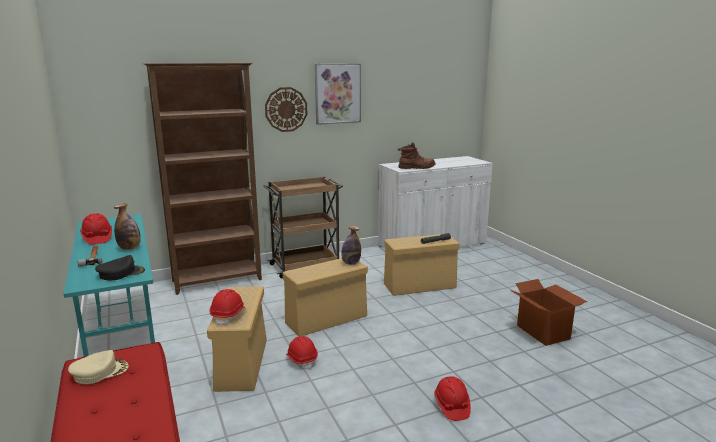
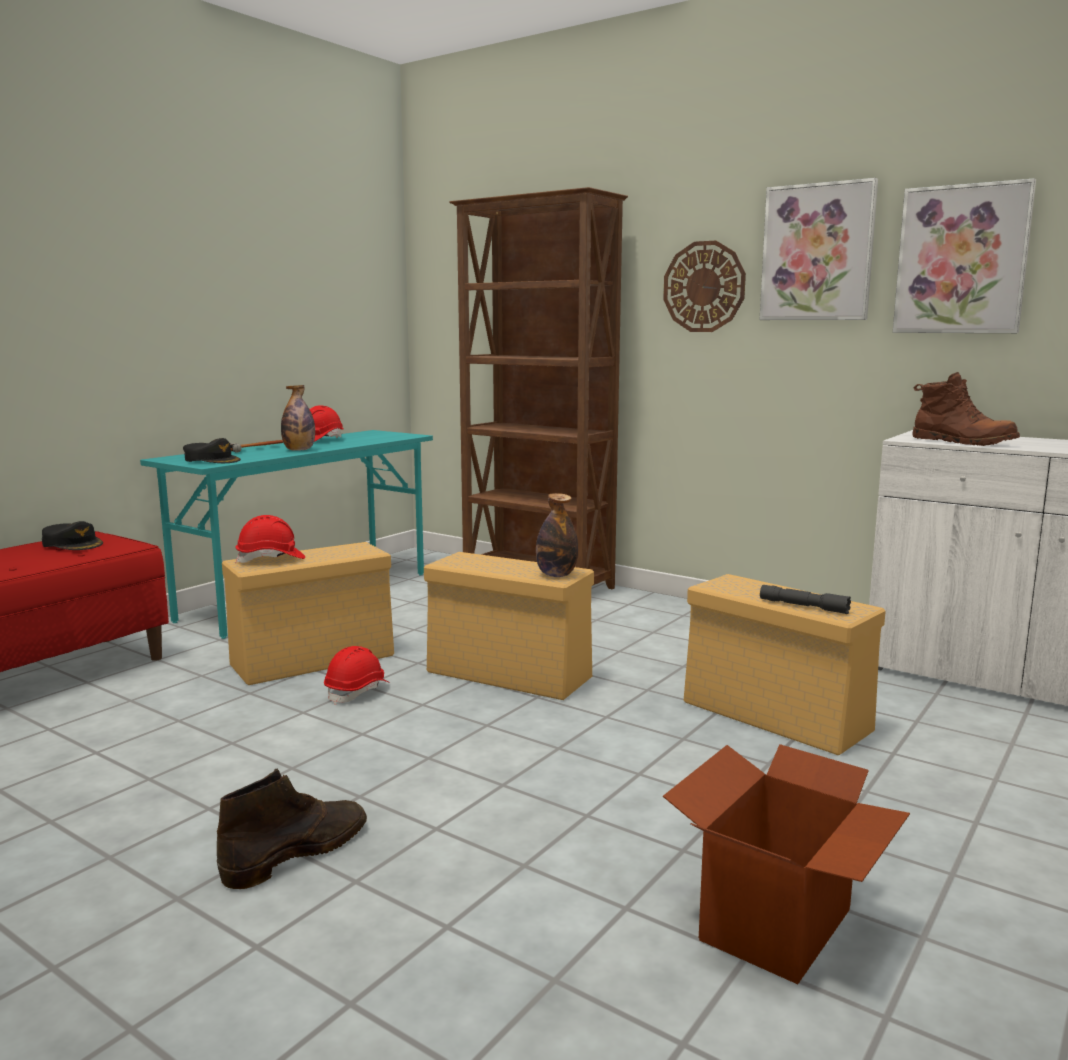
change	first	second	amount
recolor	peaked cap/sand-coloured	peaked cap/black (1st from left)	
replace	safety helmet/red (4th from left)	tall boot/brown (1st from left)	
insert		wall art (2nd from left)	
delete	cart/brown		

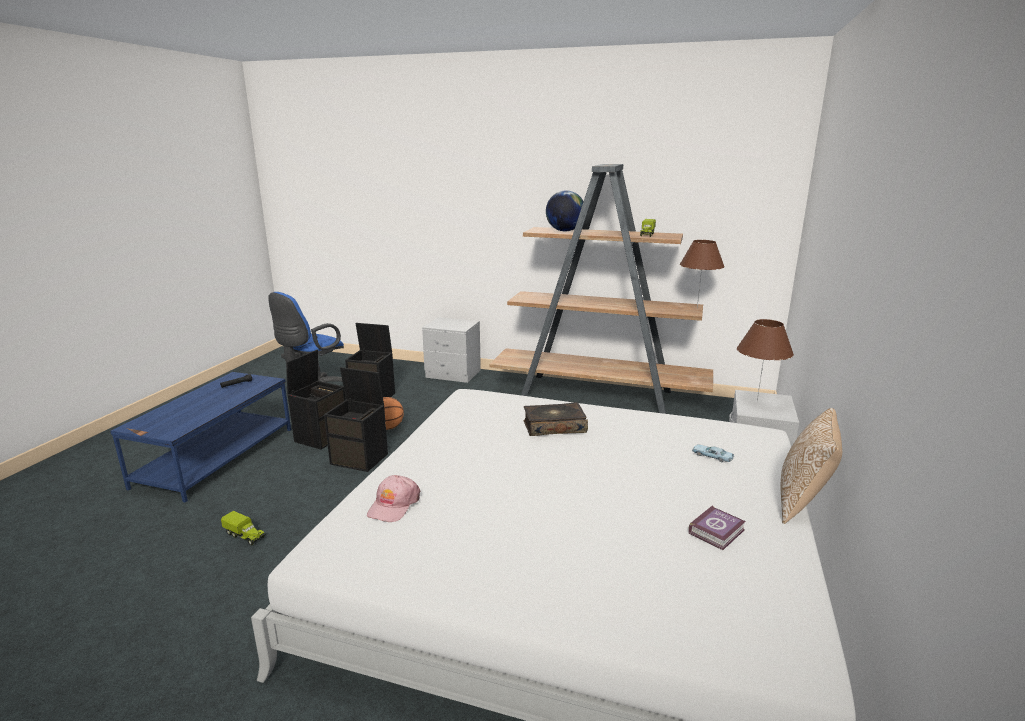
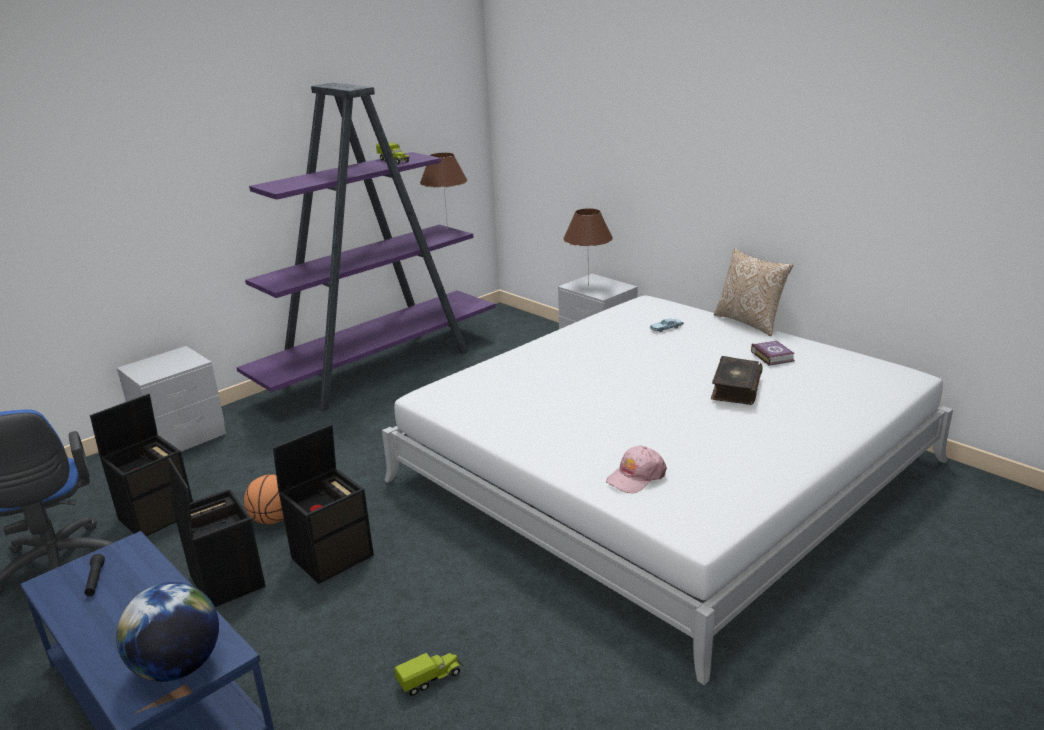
change	first	second	amount
move	globe		
recolor	shelving unit/brown	shelving unit/purple-coloured	
rotate	peaked cap/pinkish		90 degrees clockwise
move	volume (1st from left)		

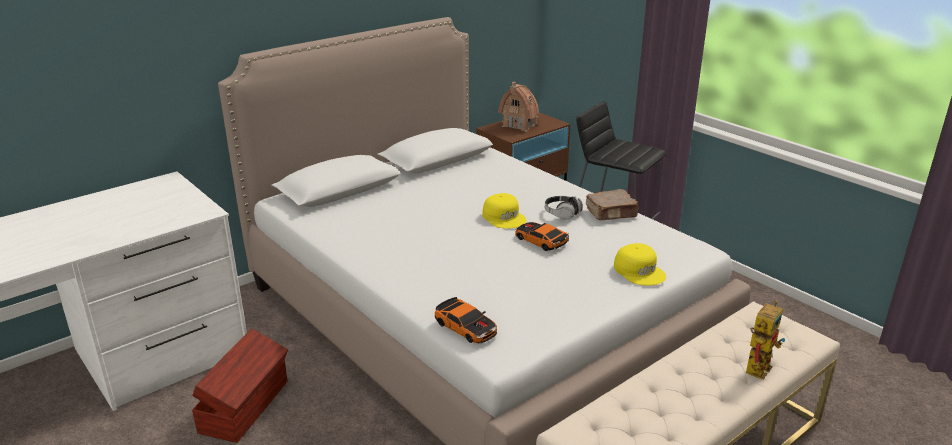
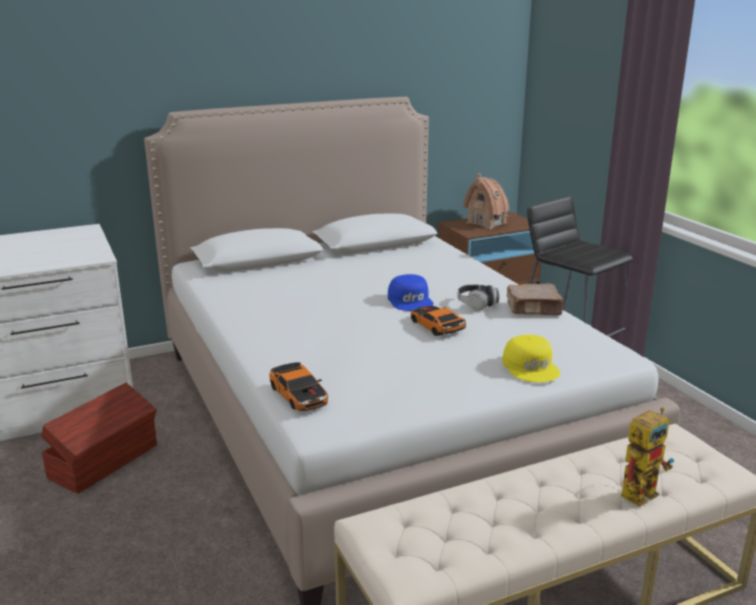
change	first	second	amount
recolor	peaked cap/yellow (1st from left)	peaked cap/blue-coloured	

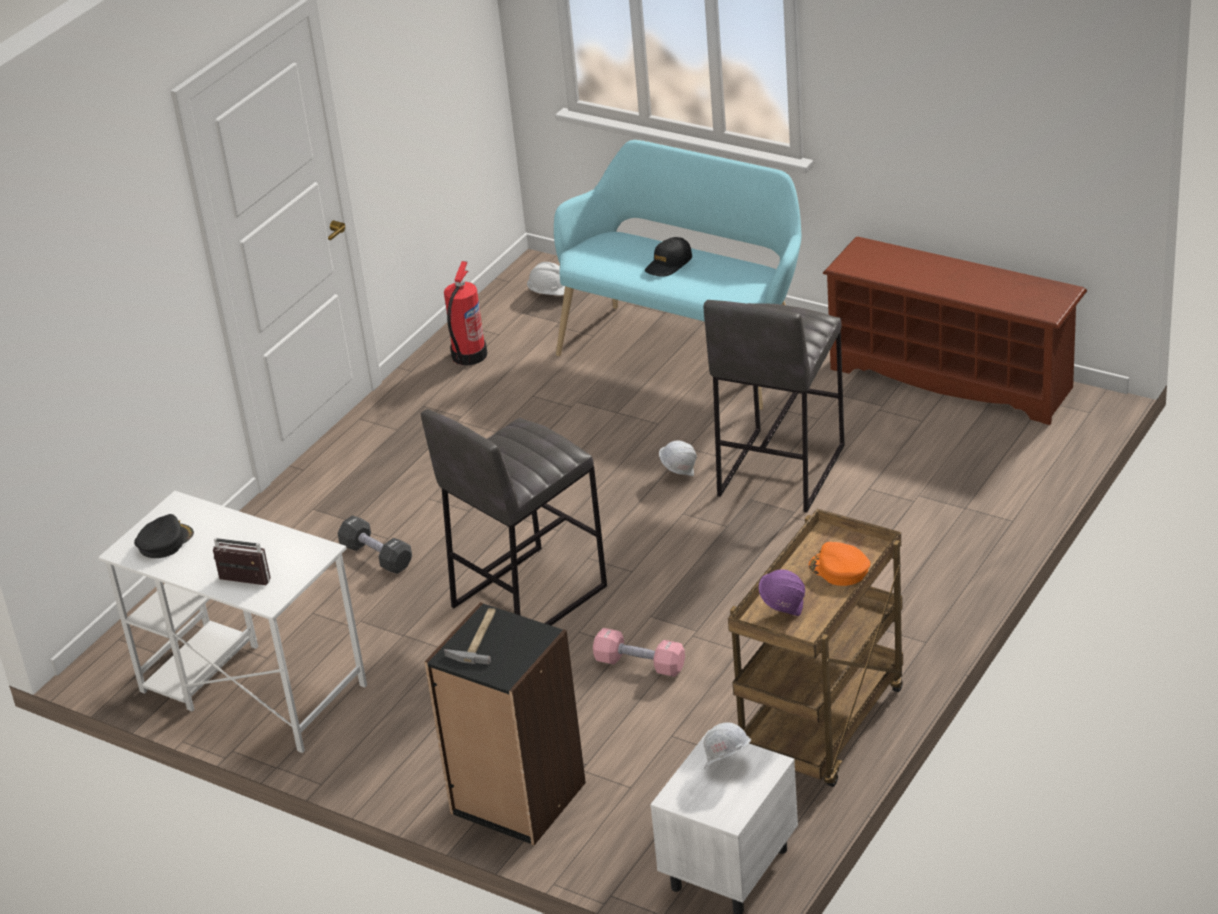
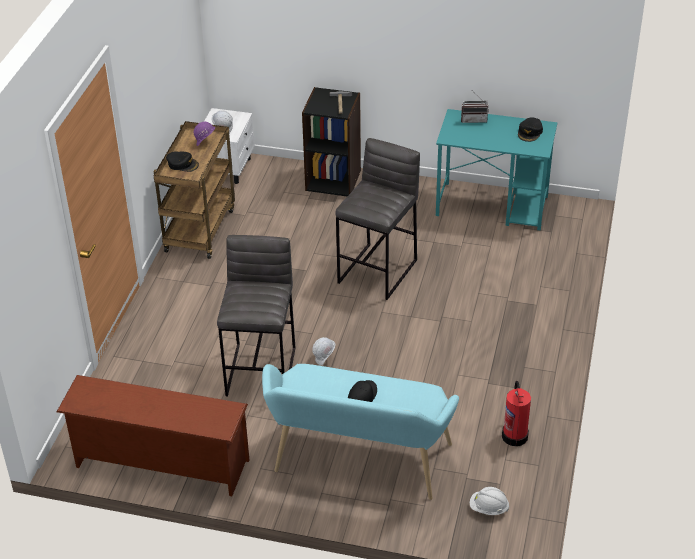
change	first	second	amount
recolor	peaked cap/orangey	peaked cap/black (1st from left)	
recolor	desk table/white	desk table/turquoise-coloured	
delete	dumbbell/black		
delete	dumbbell/pinkish		

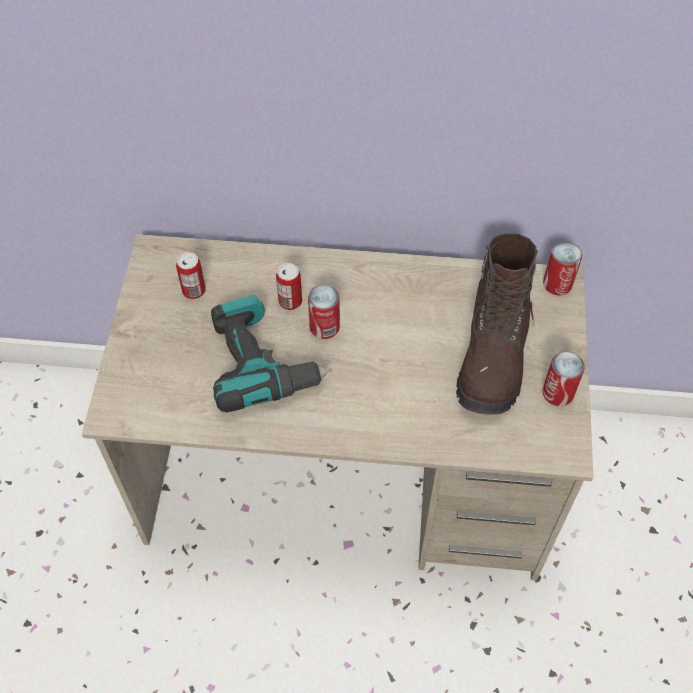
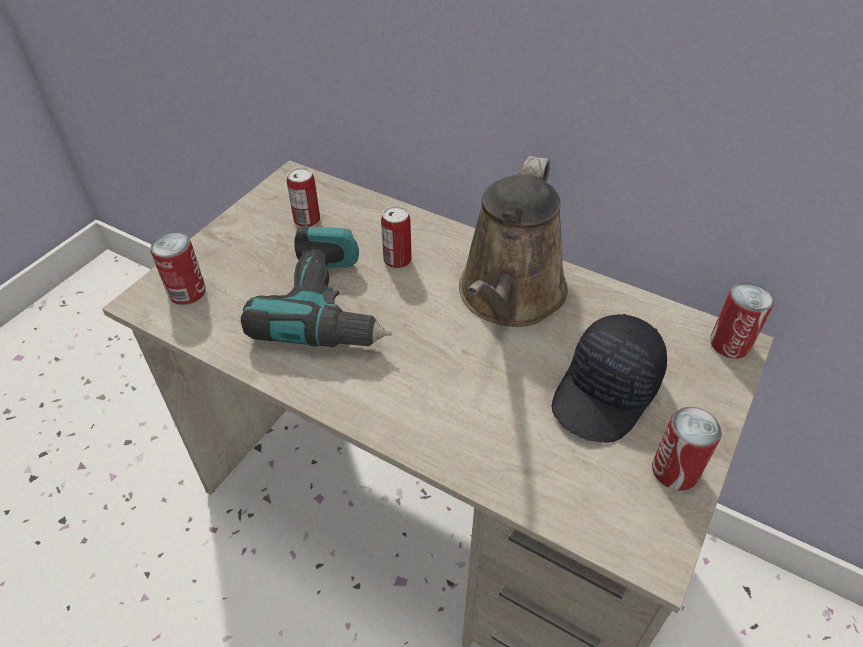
change	first	second	amount
move	can (3rd from left in the first image)	can (1st from left)	
insert		sprinkling can/brown	
replace	tall boot/brown	peaked cap/black	

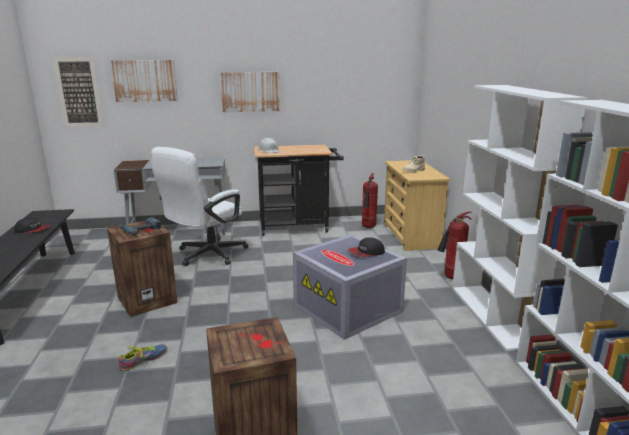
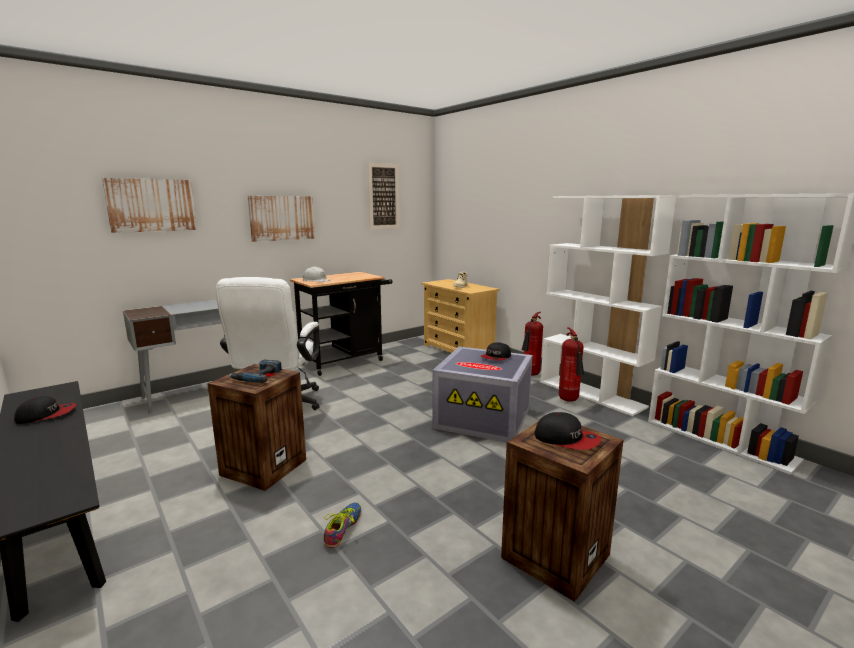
change	first	second	amount
move	wall art (1st from left in the first image)	wall art (3rd from left)	
insert		peaked cap (3rd from left)	
move	fire extinguisher (1st from left in the first image)	fire extinguisher (2nd from left)	

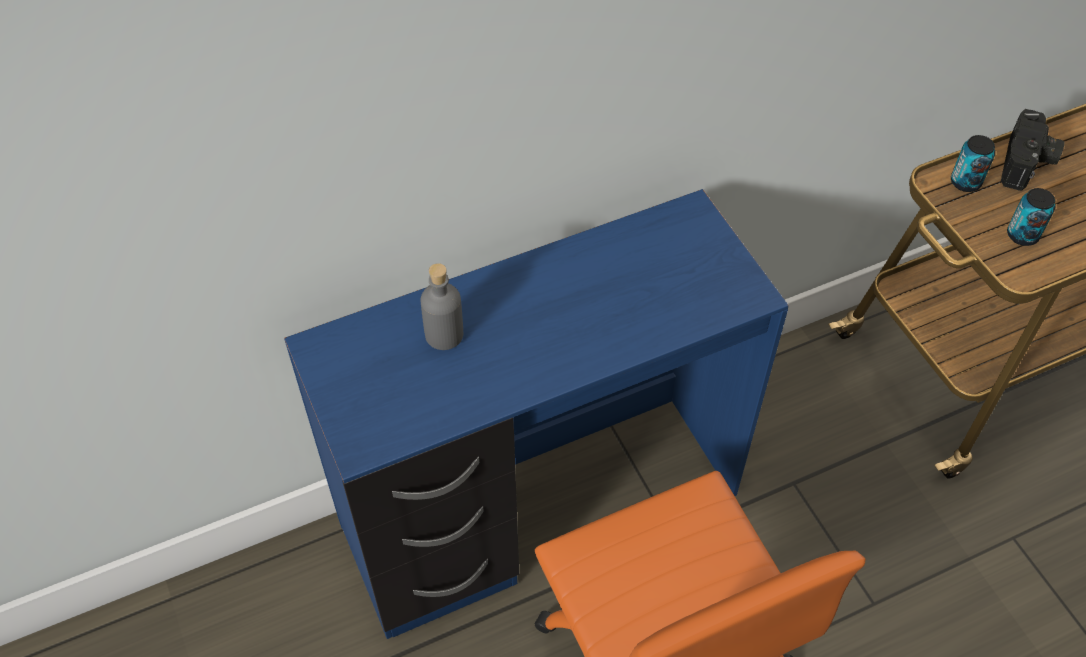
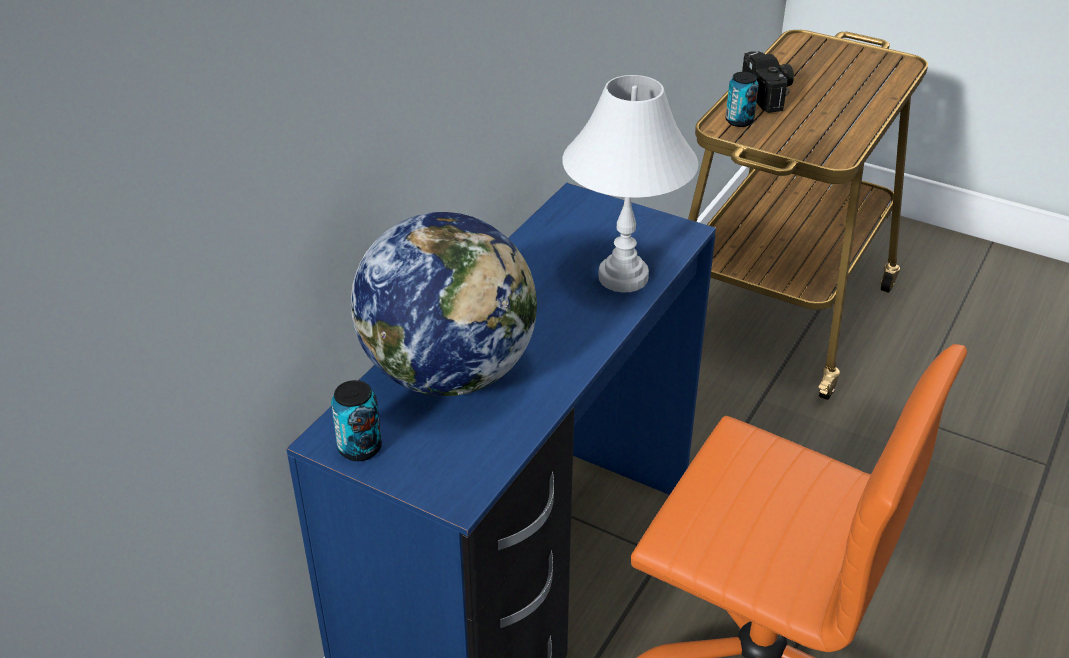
change	first	second	amount
move	can (2nd from left in the first image)	can (1st from left)	
replace	beverage bottle/greyish	globe	
insert		lamp for a table/white	

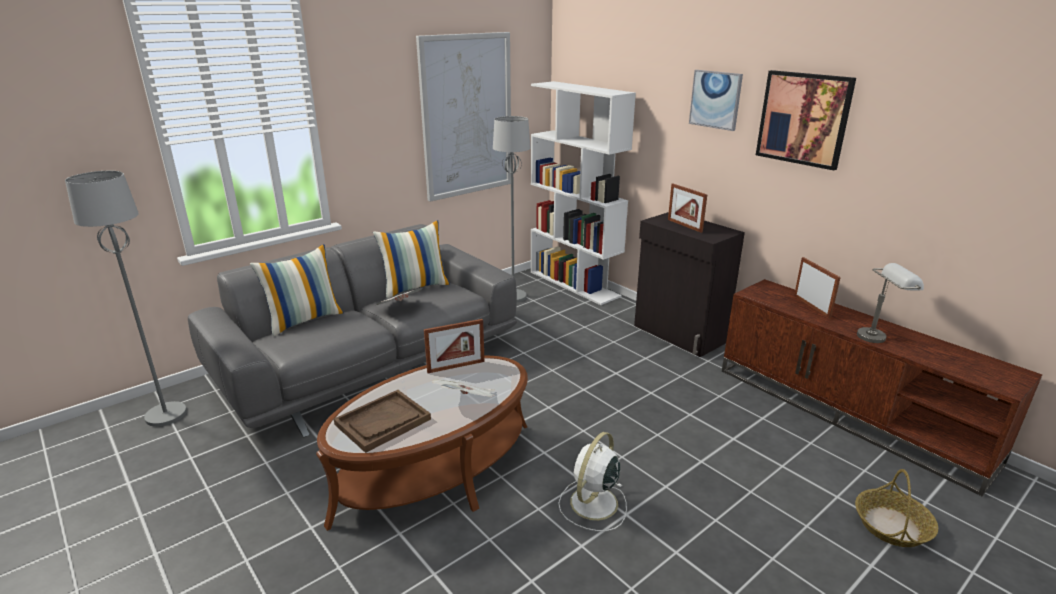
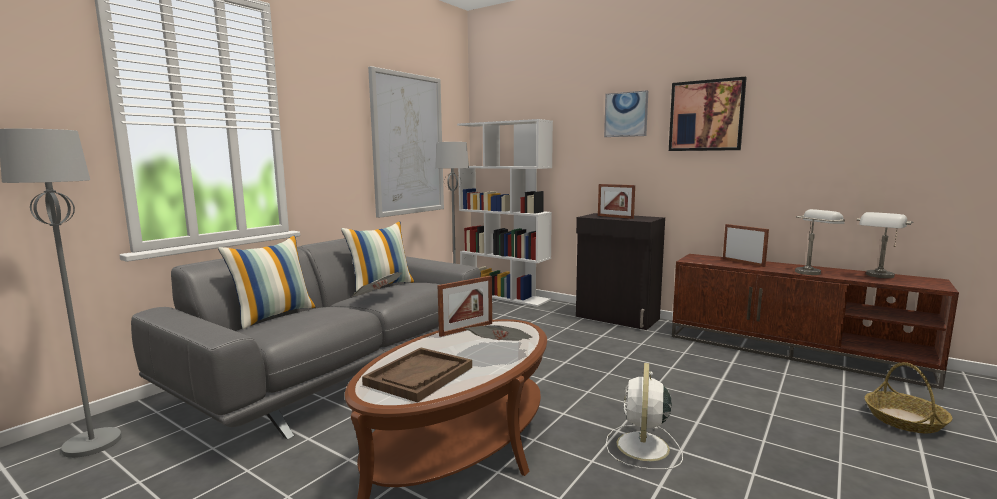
change	first	second	amount
insert		lamp for a table/greyish (2nd from left)	

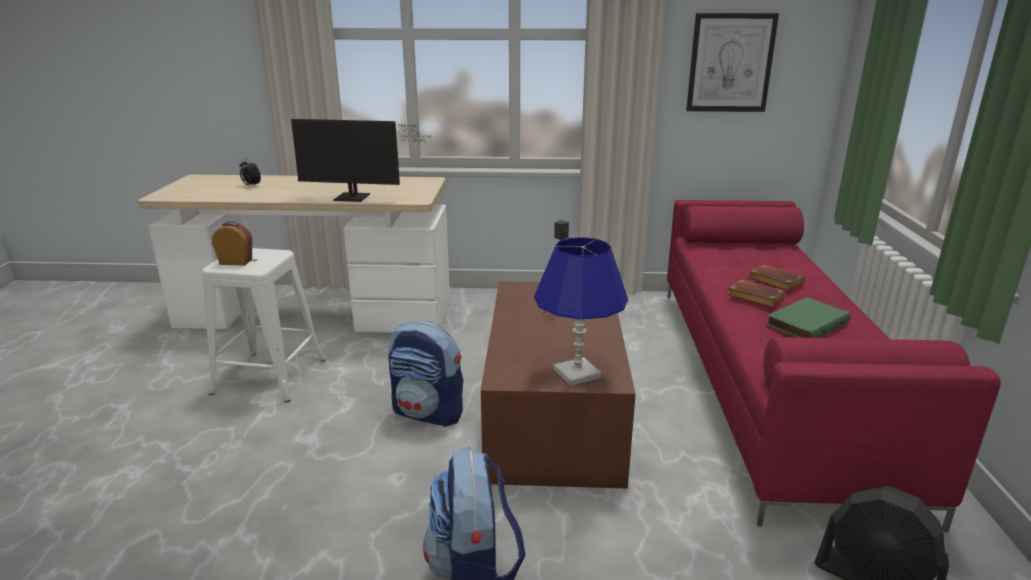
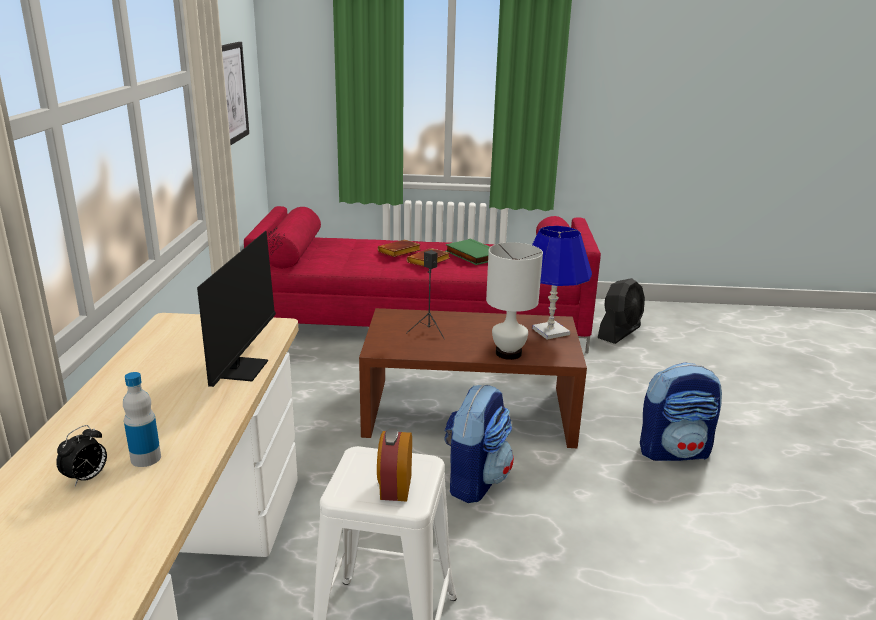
change	first	second	amount
insert		beverage bottle	
insert		lamp for a table/white	

